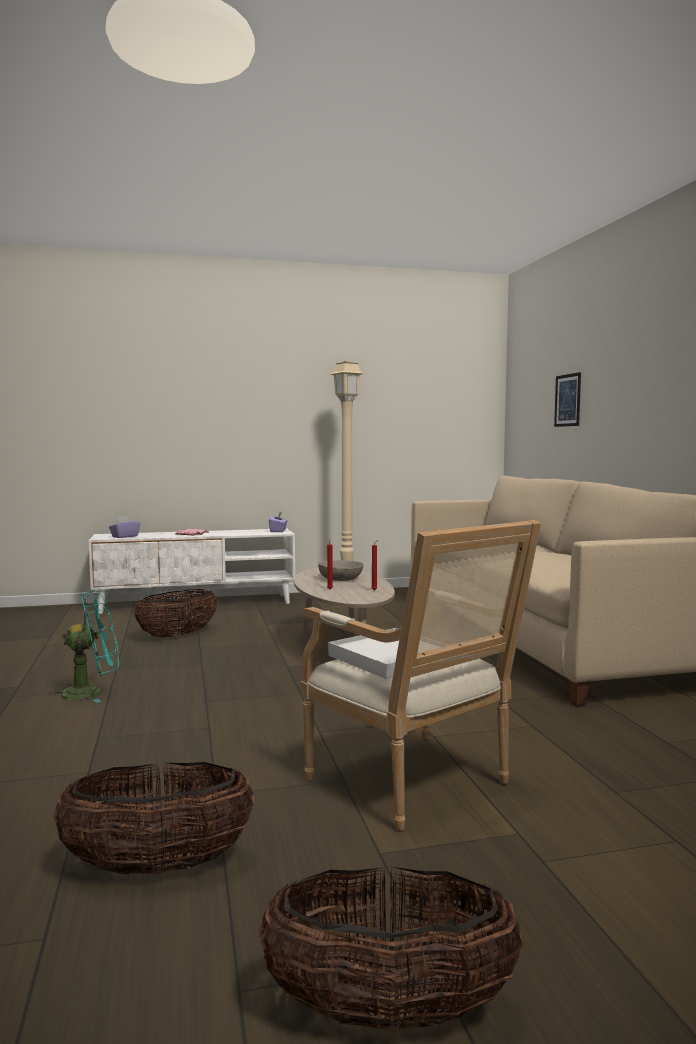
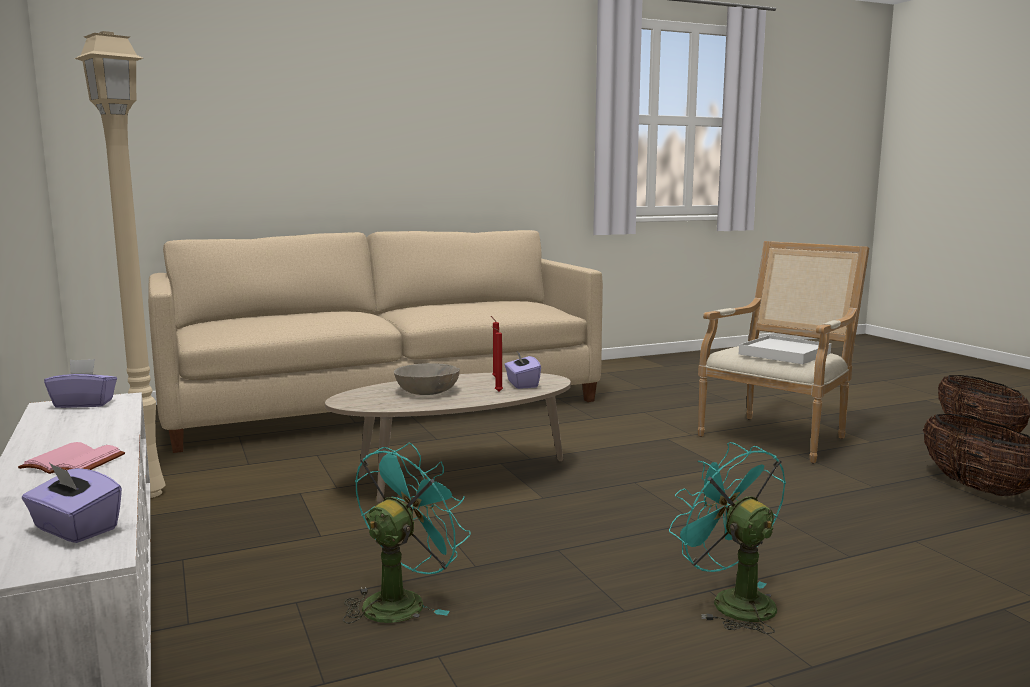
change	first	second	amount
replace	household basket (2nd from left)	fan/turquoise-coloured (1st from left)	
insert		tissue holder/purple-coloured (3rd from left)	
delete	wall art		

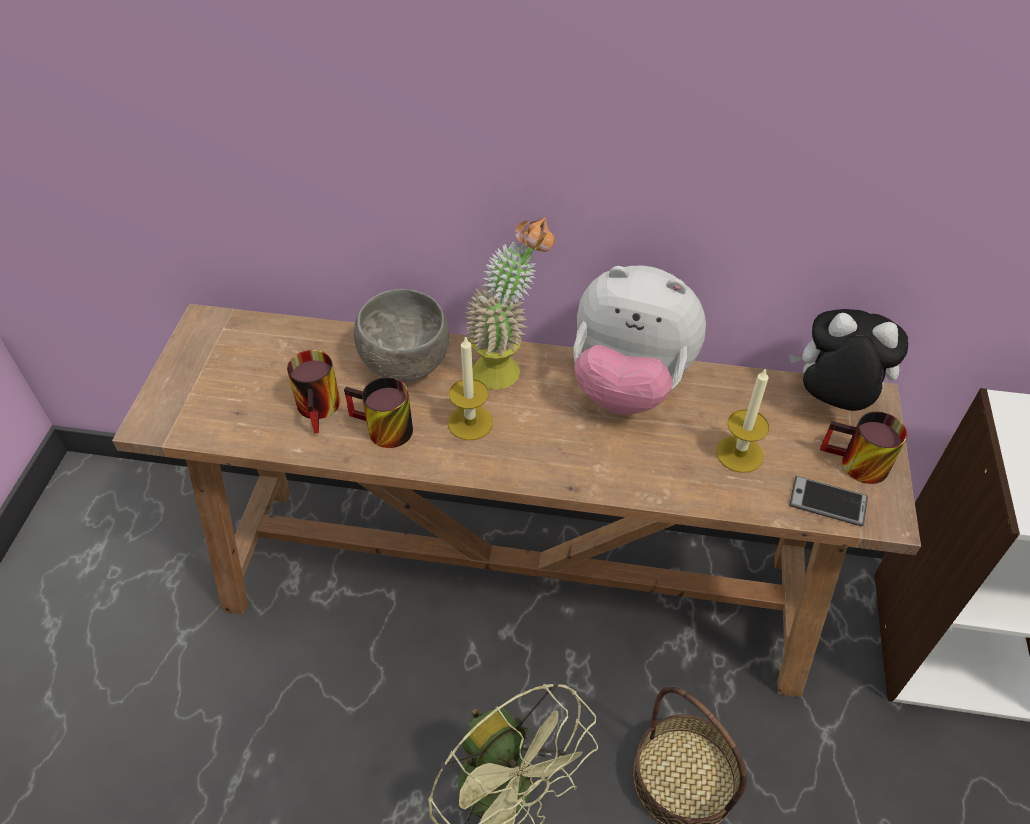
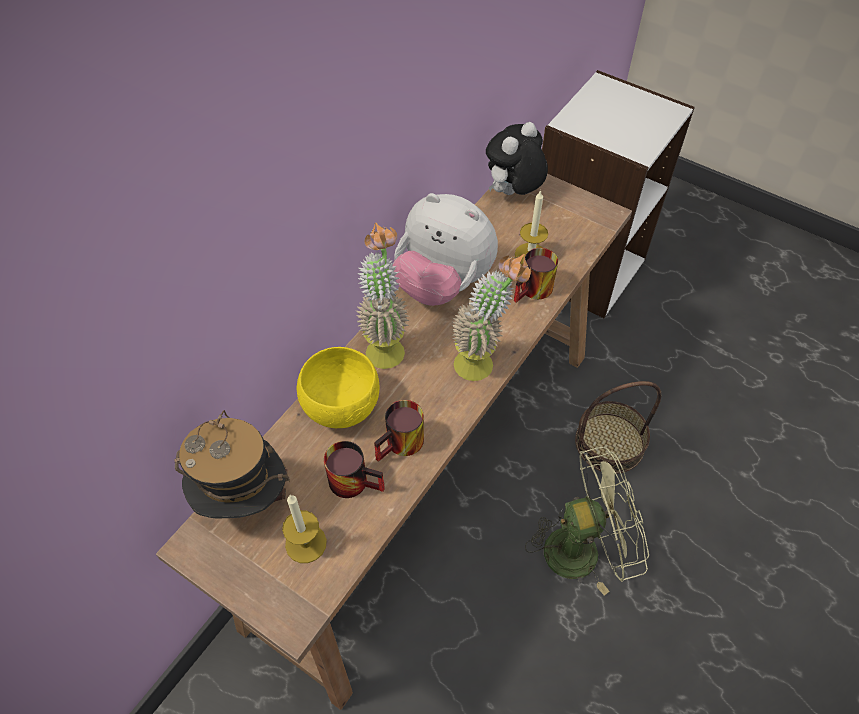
change	first	second	amount
insert		hat	
move	wax candle (1st from left)		
recolor	serving bowl/greyish	serving bowl/yellow	
rotate	plush toy (1st from left)		75 degrees clockwise
insert		potted plant (2nd from left)	
move	mug (3rd from left)		
delete	handset		

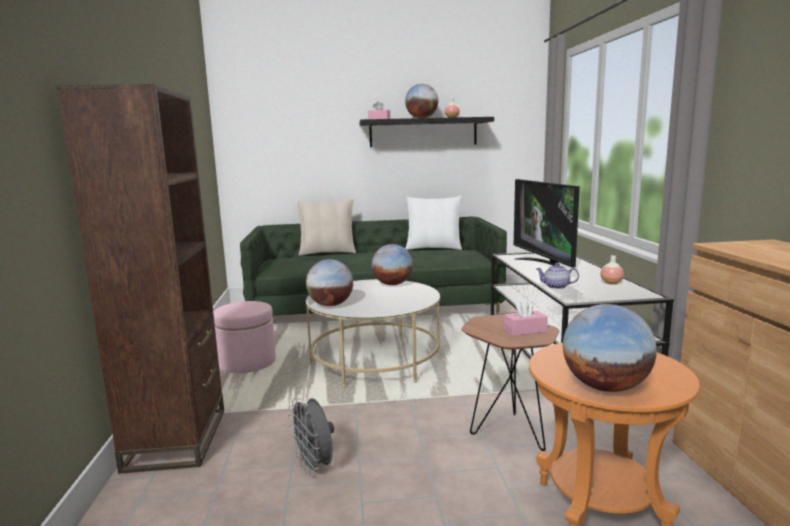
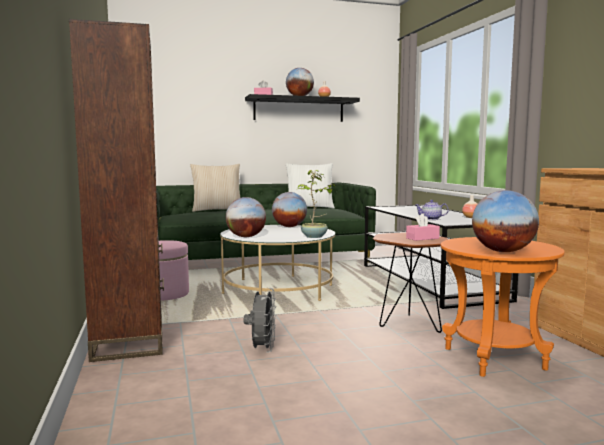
change	first	second	amount
rotate	fan/greyish		135 degrees counterclockwise
insert		potted plant	
delete	television		

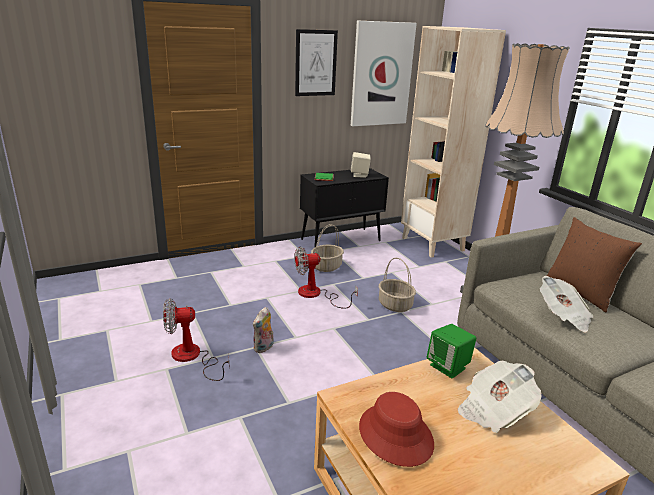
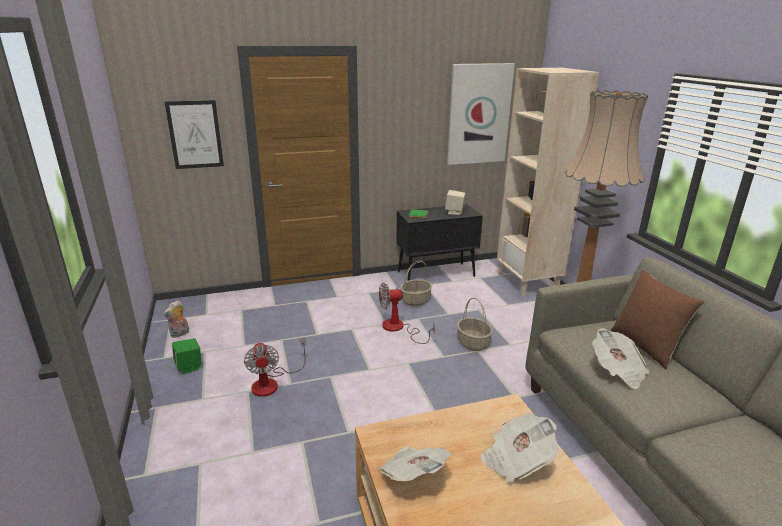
change	first	second	amount
move	plush toy		
move	wall art (1st from left)		
move	audio speaker/green		
rotate	fan (1st from left)		105 degrees counterclockwise
replace	hat/red	daily paper (1st from left)	

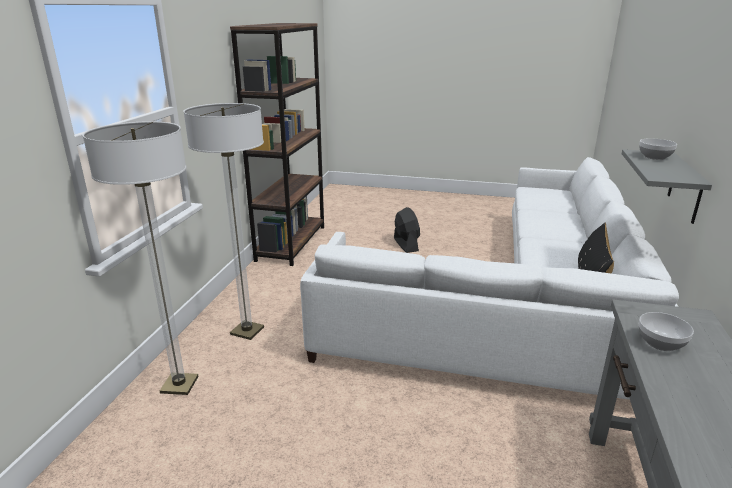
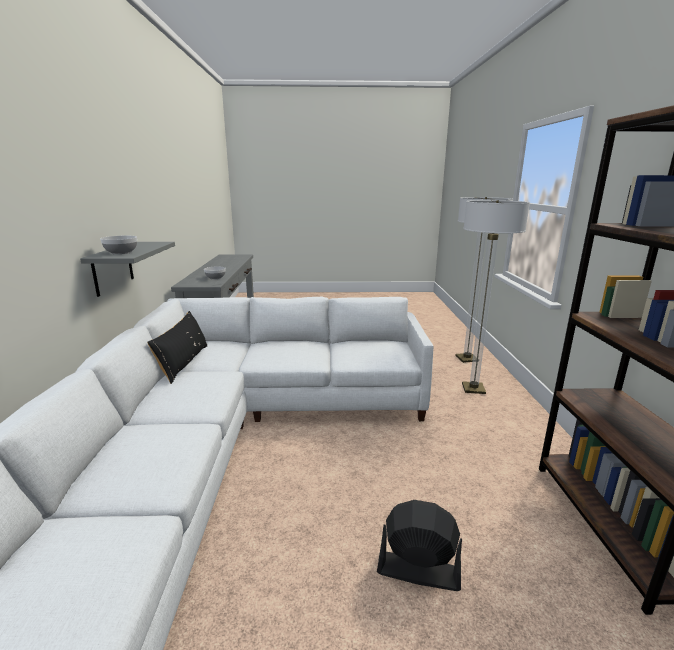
change	first	second	amount
rotate	fan/black		135 degrees clockwise

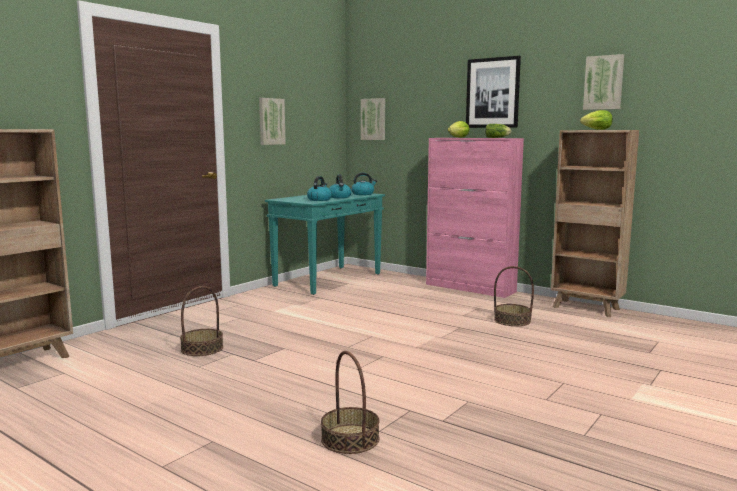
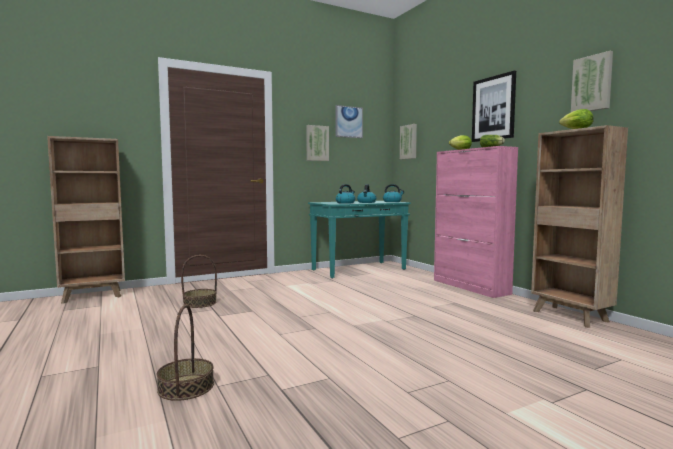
change	first	second	amount
insert		wall art (2nd from left)	
delete	household basket (3rd from left)		

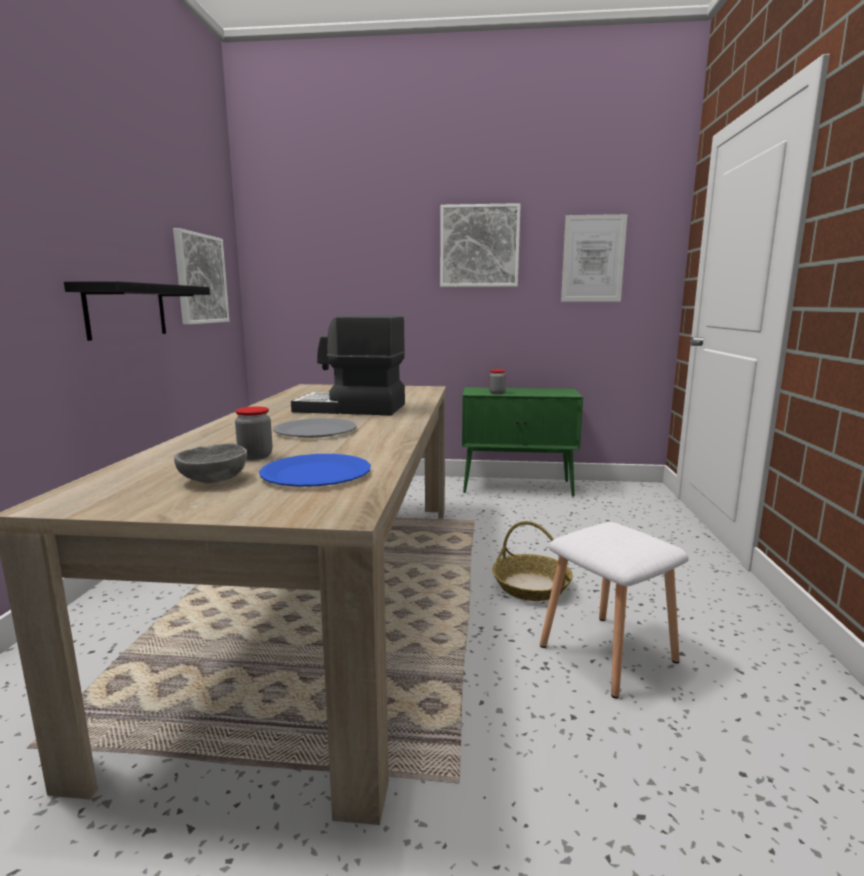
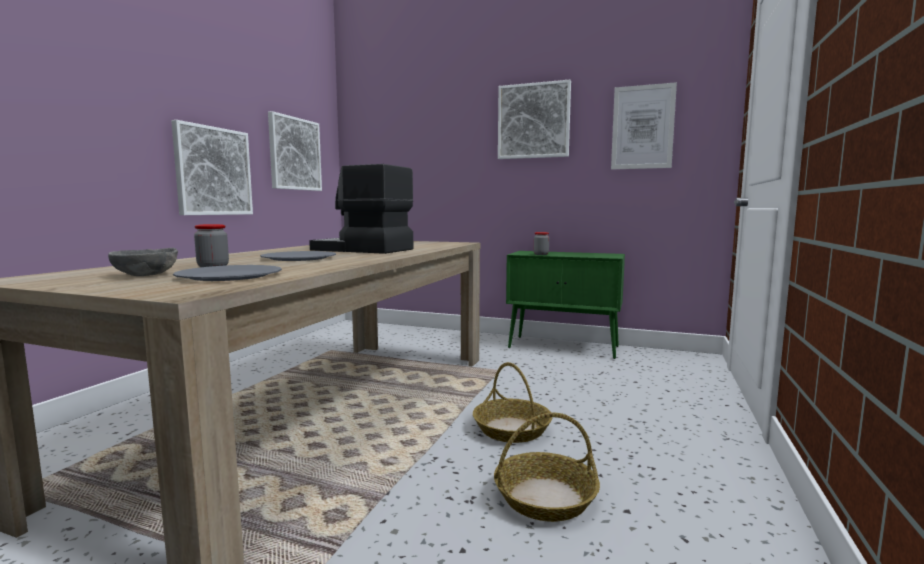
change	first	second	amount
replace	bracket shelf/black	wall art (1st from left)	
recolor	flat dish/blue-coloured	flat dish/greyish (1st from left)	
replace	sitting stool/white	household basket (2nd from left)	

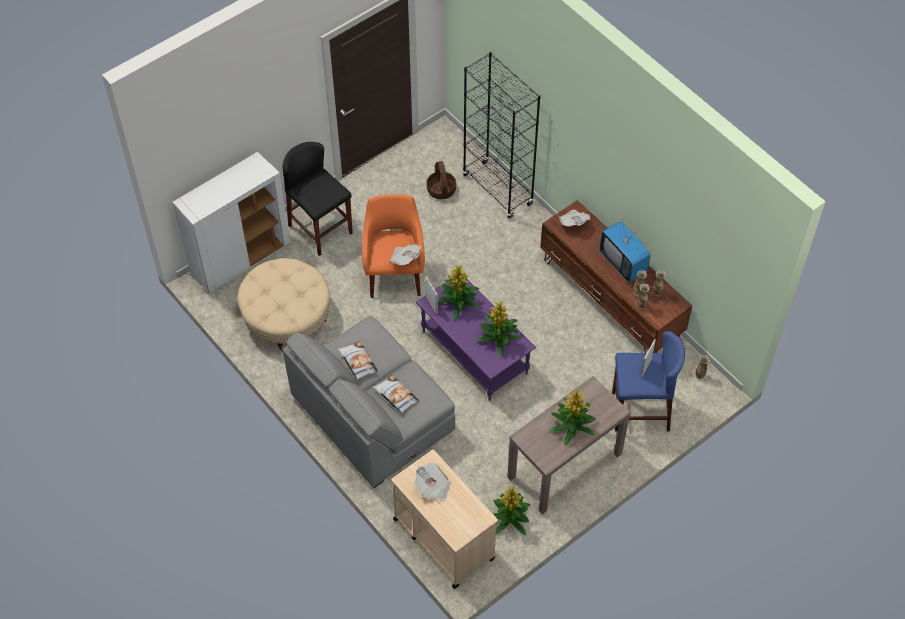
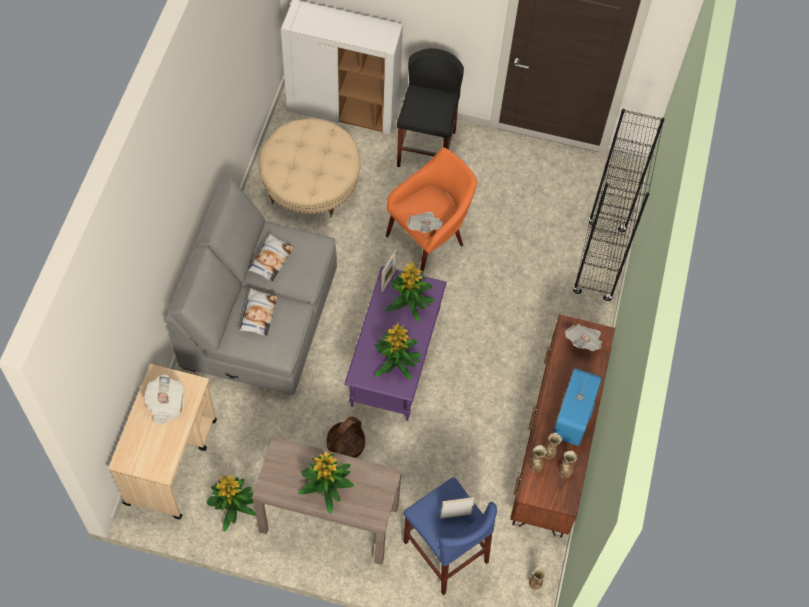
change	first	second	amount
move	household basket		

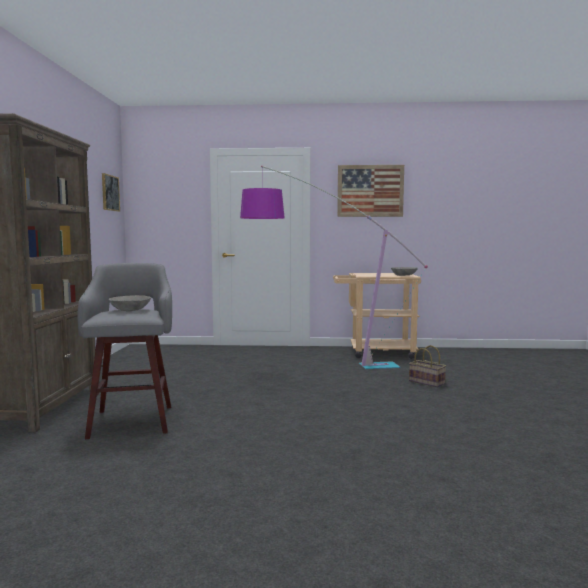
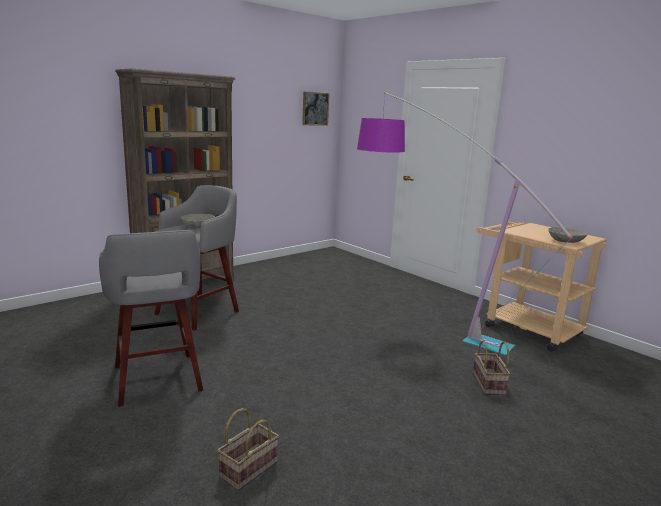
change	first	second	amount
insert		sitting stool/greyish (1st from left)	
insert		household basket (1st from left)	
delete	wall art (2nd from left)		

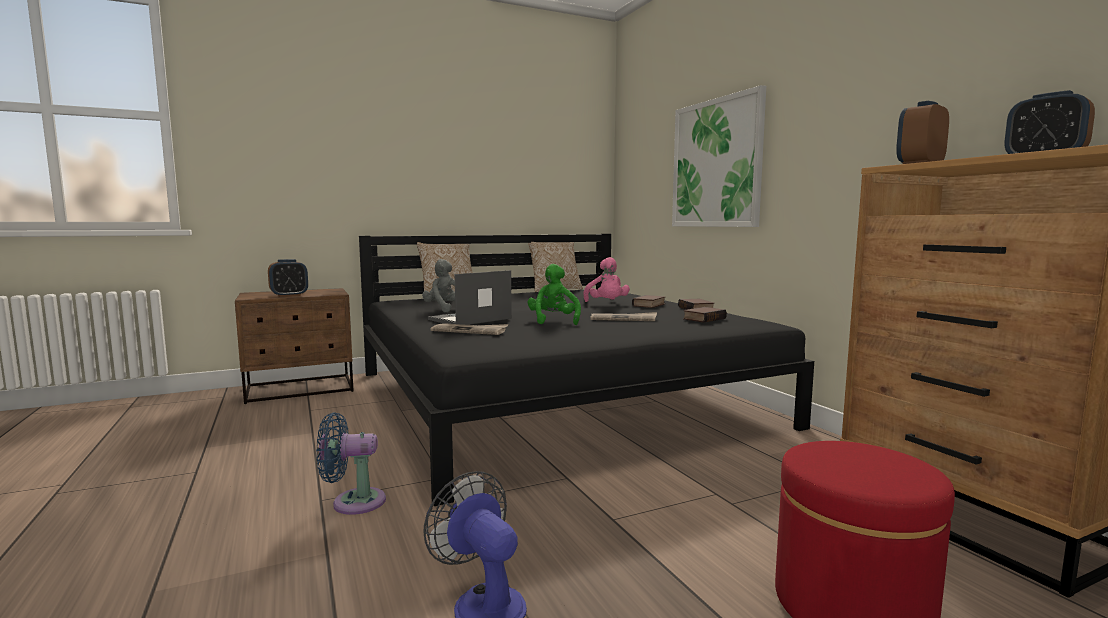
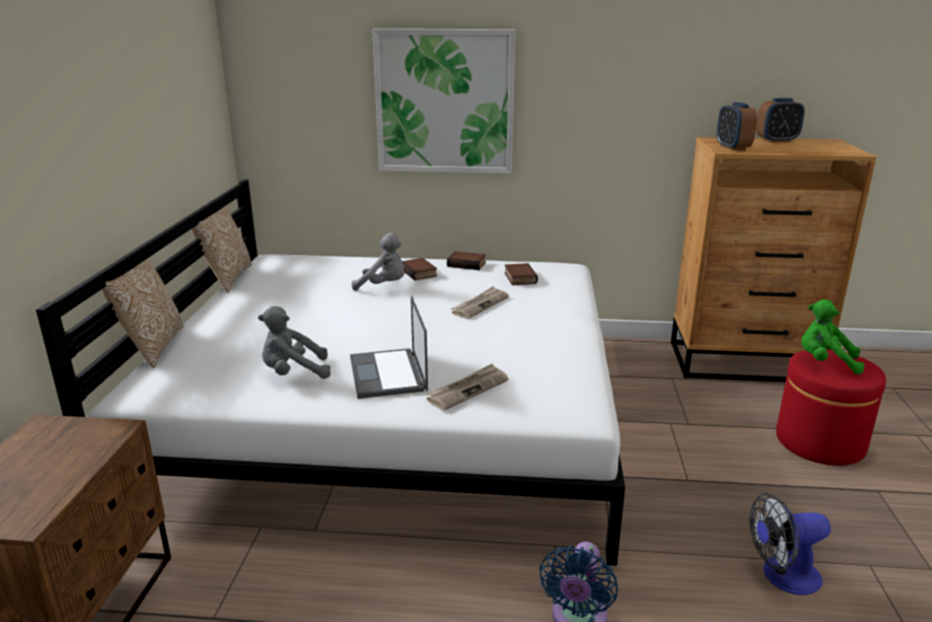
change	first	second	amount
recolor	bed/black	bed/white	
recolor	plush toy/pinkish	plush toy/greyish (2nd from left)	
move	plush toy/green		
delete	bedside clock (1st from left)		

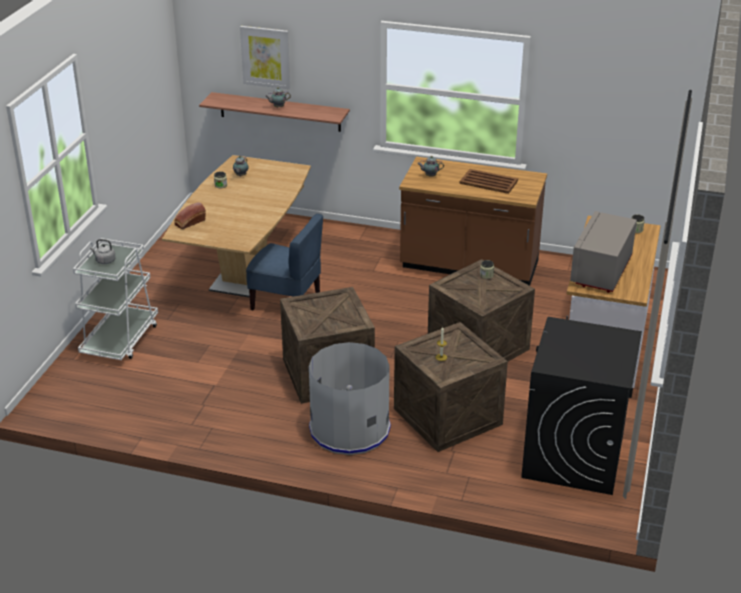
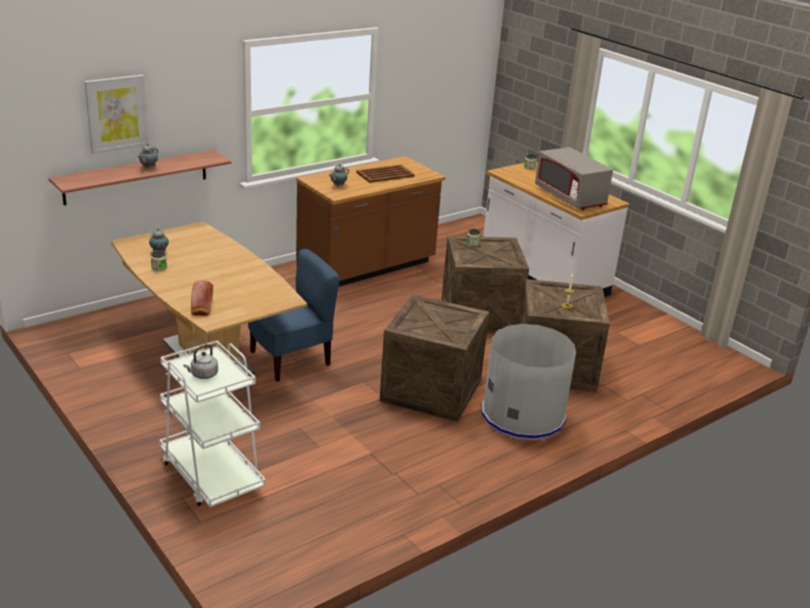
change	first	second	amount
delete	laundry appliance/black		

